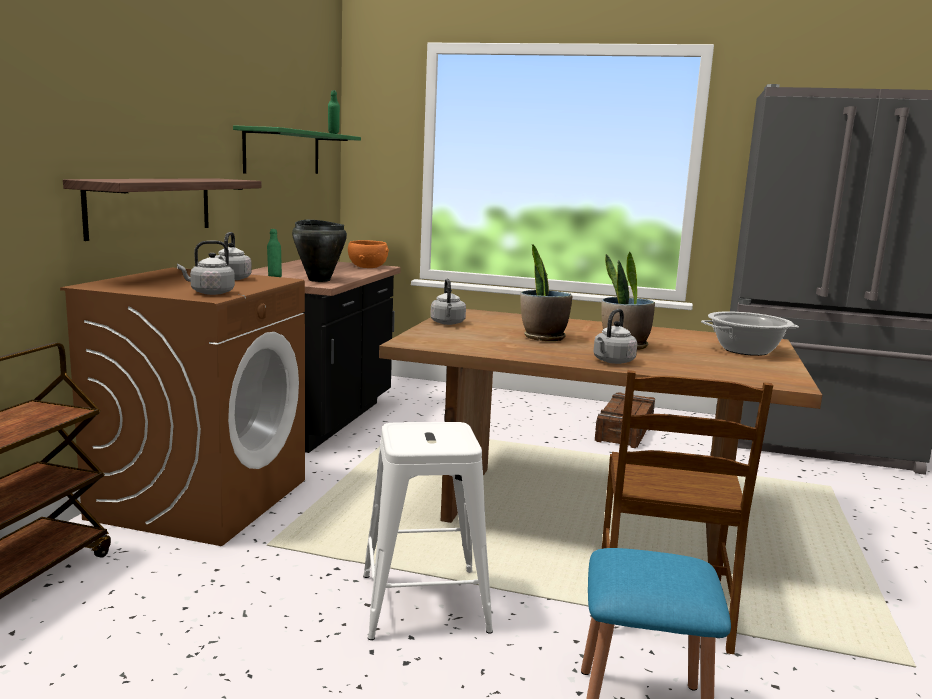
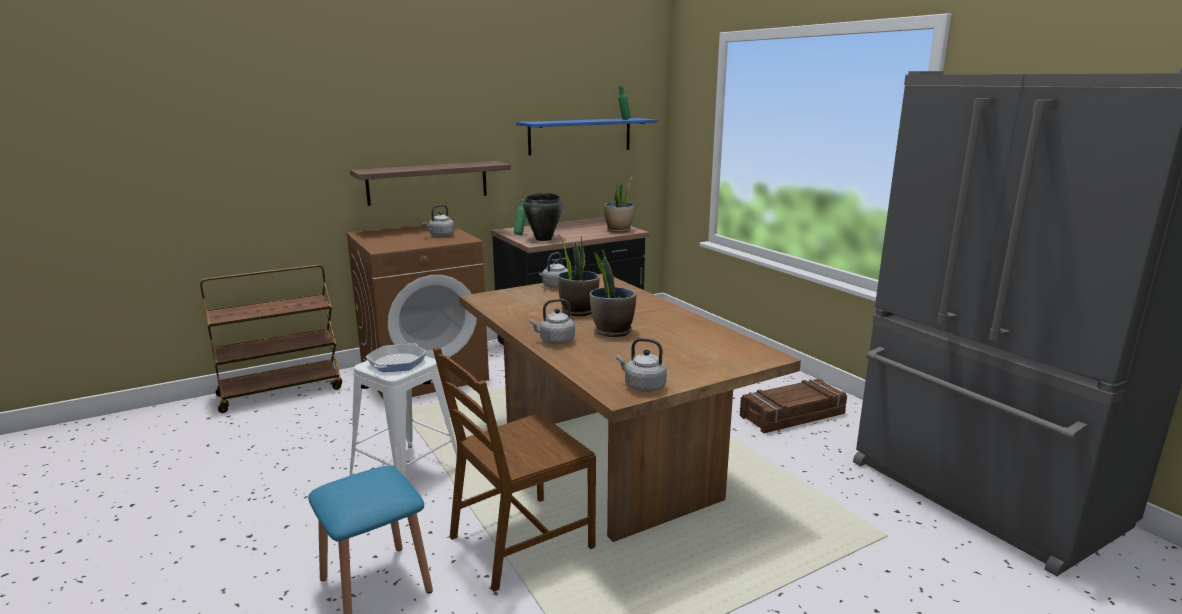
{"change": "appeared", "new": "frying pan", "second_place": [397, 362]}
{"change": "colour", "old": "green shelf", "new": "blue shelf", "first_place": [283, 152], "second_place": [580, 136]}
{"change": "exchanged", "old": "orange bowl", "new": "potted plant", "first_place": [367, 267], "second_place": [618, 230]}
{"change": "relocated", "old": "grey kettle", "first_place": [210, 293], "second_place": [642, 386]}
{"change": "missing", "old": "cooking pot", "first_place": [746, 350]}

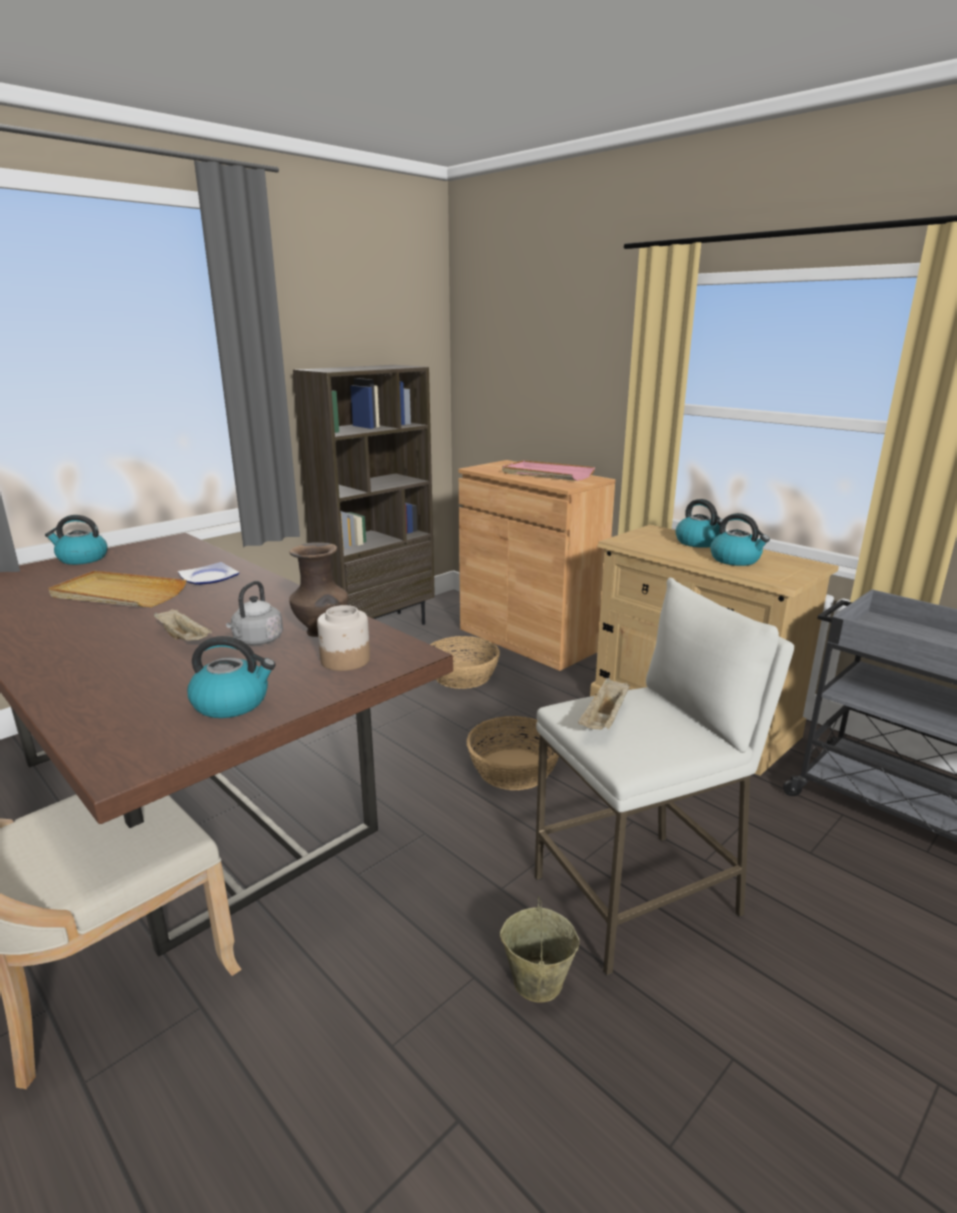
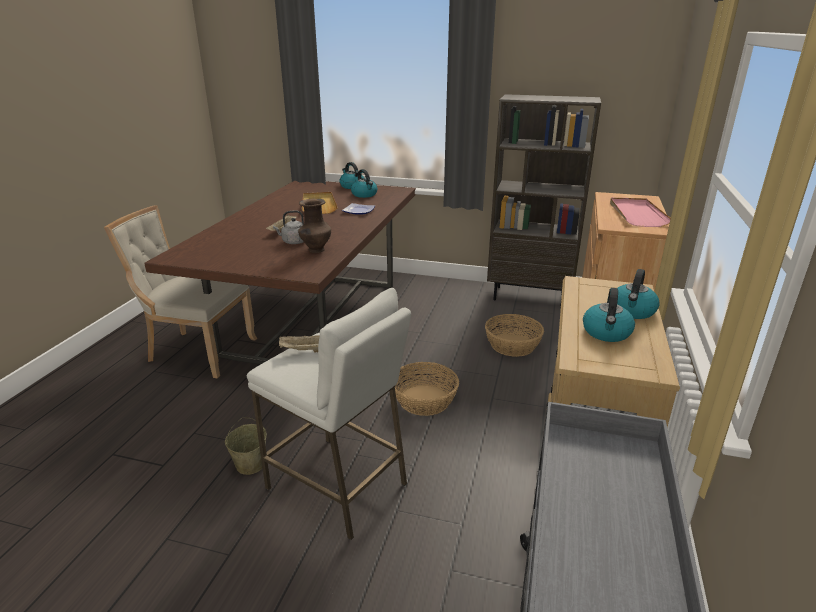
{"change": "relocated", "old": "kettle", "first_place": [232, 703], "second_place": [364, 195]}
{"change": "missing", "old": "jar", "first_place": [345, 660]}

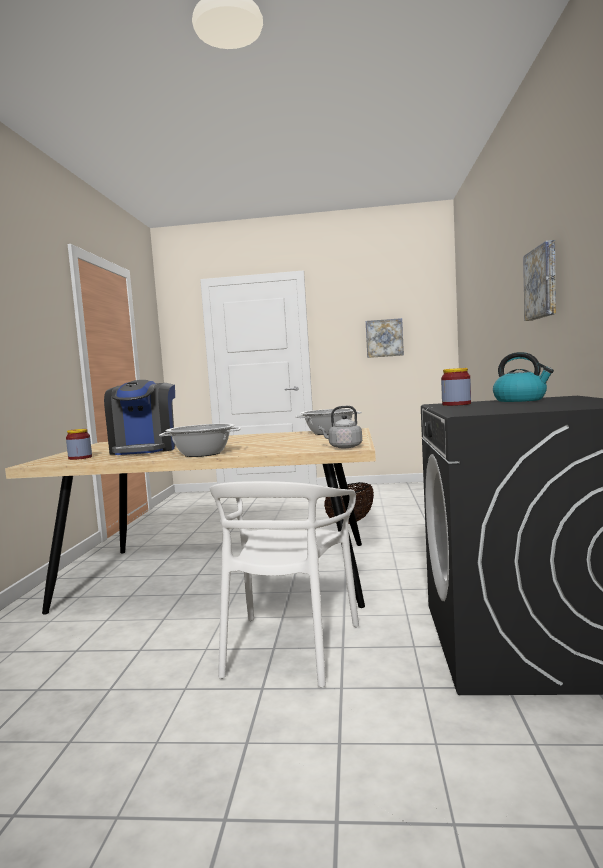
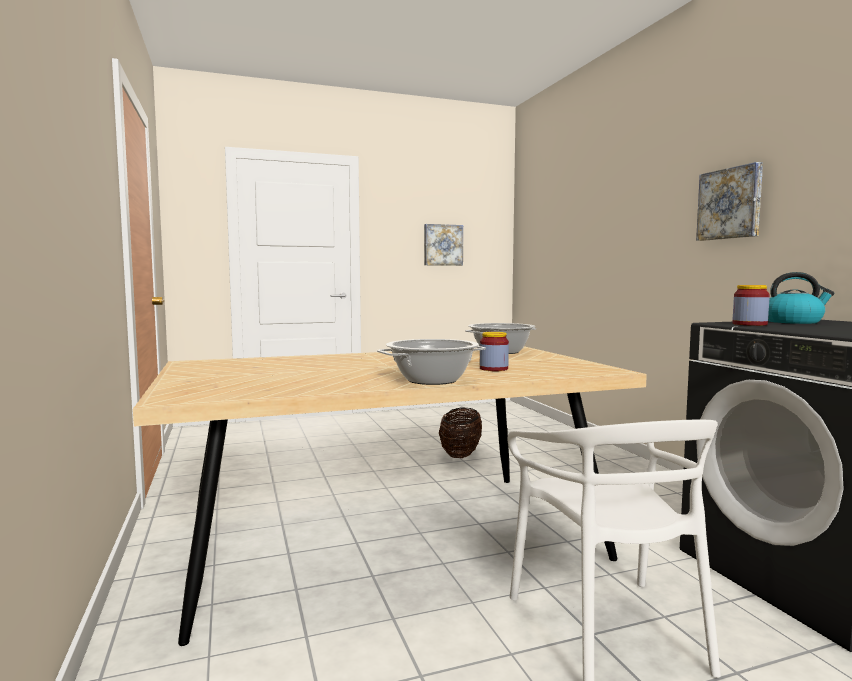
{"change": "relocated", "old": "jar", "first_place": [80, 458], "second_place": [493, 369]}
{"change": "missing", "old": "coffee machine", "first_place": [145, 450]}
{"change": "missing", "old": "grey kettle", "first_place": [343, 447]}

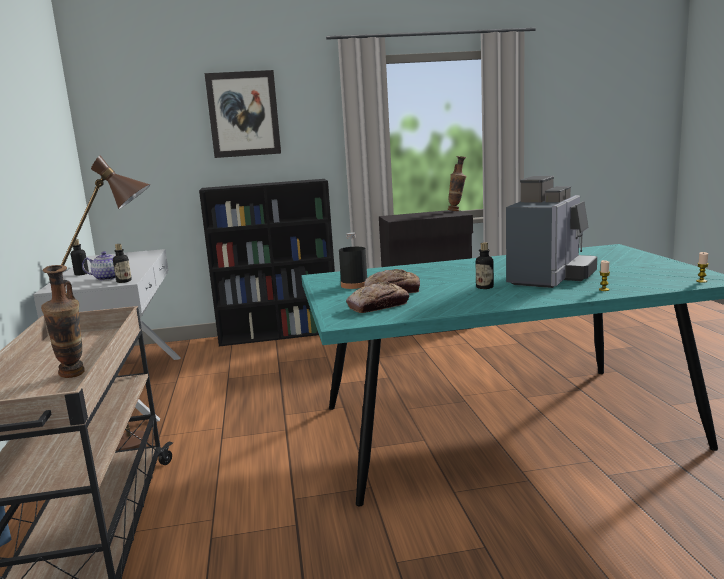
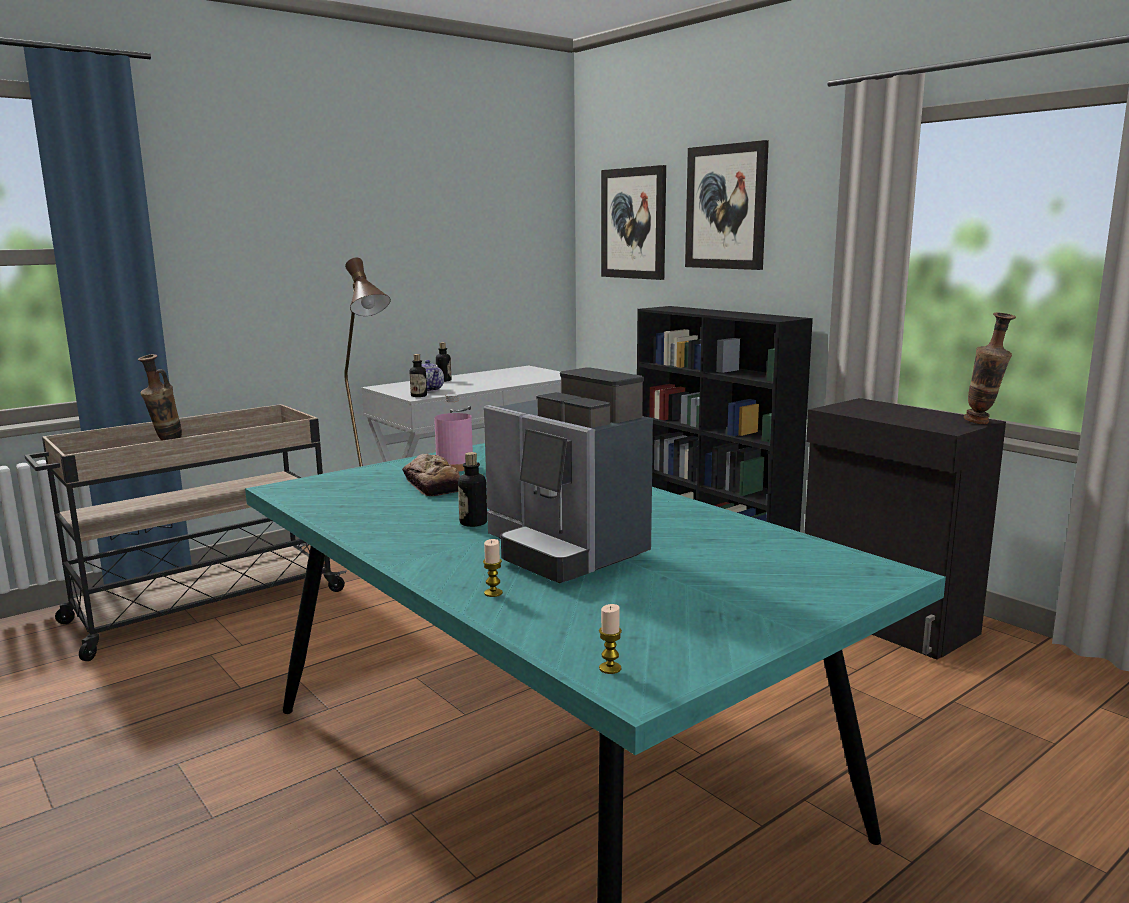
{"change": "colour", "old": "black bottle", "new": "pink bottle", "first_place": [354, 285], "second_place": [455, 466]}
{"change": "spun", "old": "coffee machine", "first_place": [550, 277], "second_place": [564, 551], "degrees": 45}
{"change": "appeared", "new": "picture", "second_place": [633, 223]}
{"change": "missing", "old": "bread", "first_place": [378, 306]}

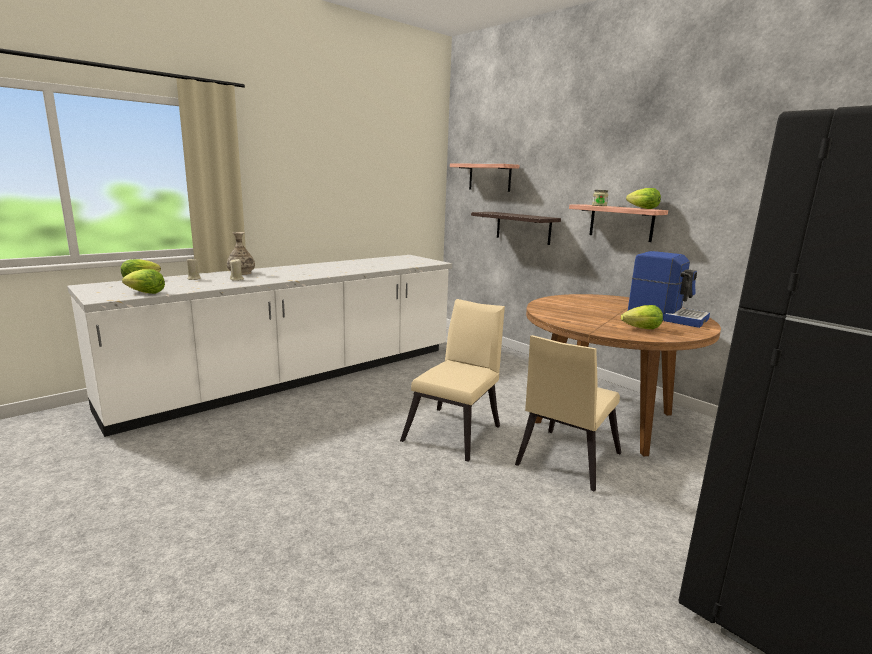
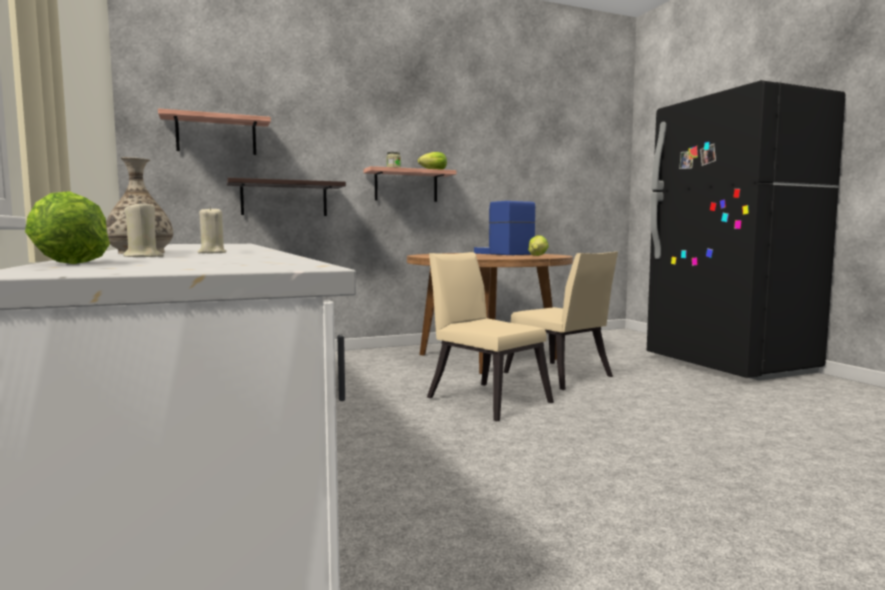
{"change": "spun", "old": "coffee machine", "first_place": [666, 316], "second_place": [503, 254], "degrees": -90}
{"change": "missing", "old": "lettuce", "first_place": [146, 293]}

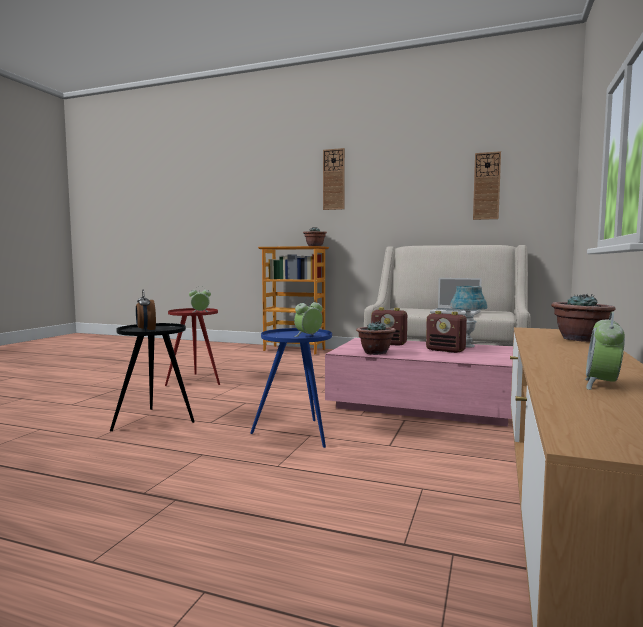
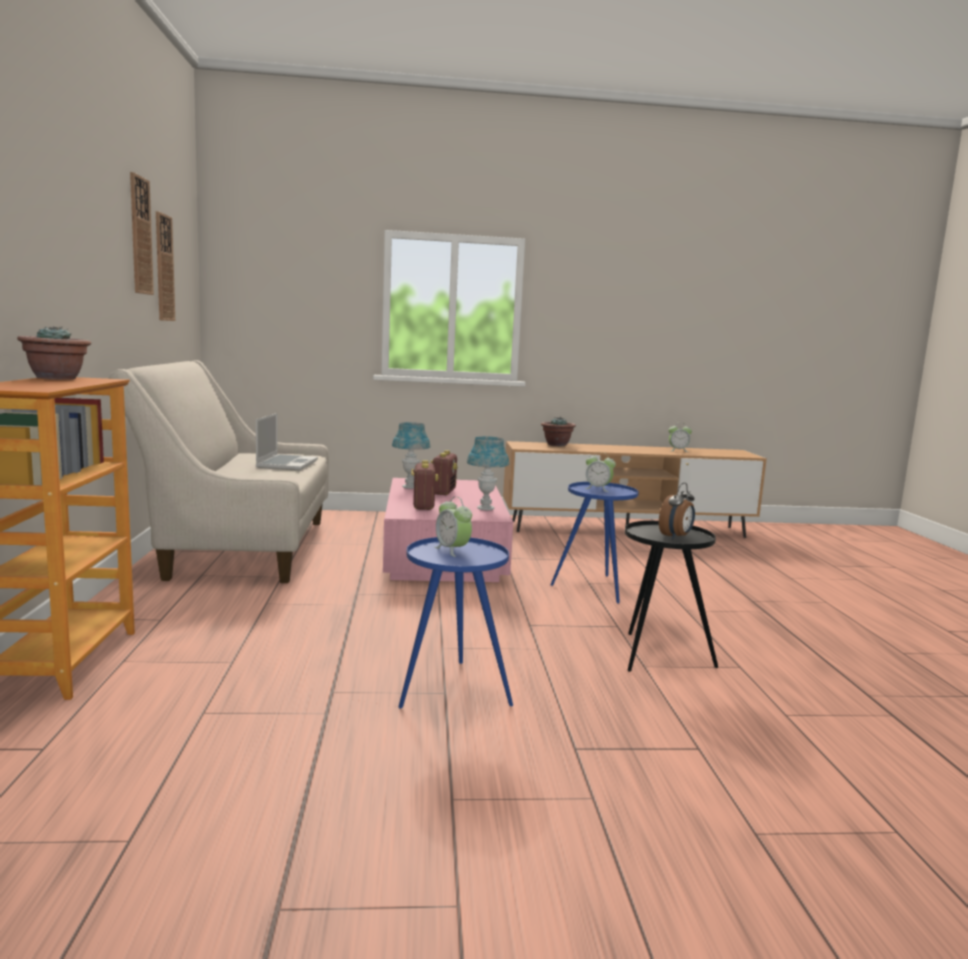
{"change": "relocated", "old": "wall clock", "first_place": [334, 179], "second_place": [140, 236]}
{"change": "colour", "old": "red side table", "new": "blue side table", "first_place": [195, 380], "second_place": [451, 691]}
{"change": "exchanged", "old": "potted plant", "new": "blue table lamp", "first_place": [375, 353], "second_place": [485, 508]}

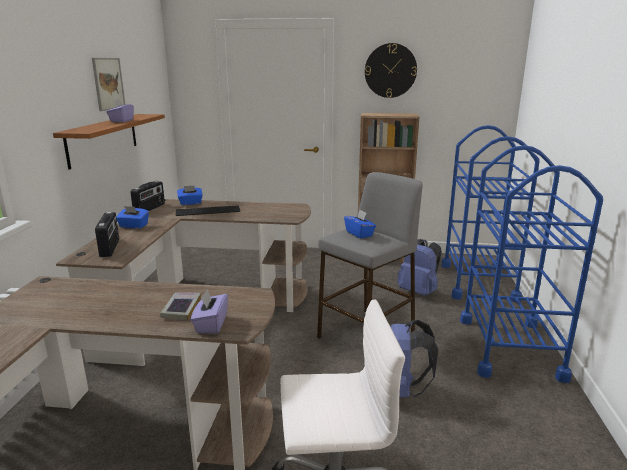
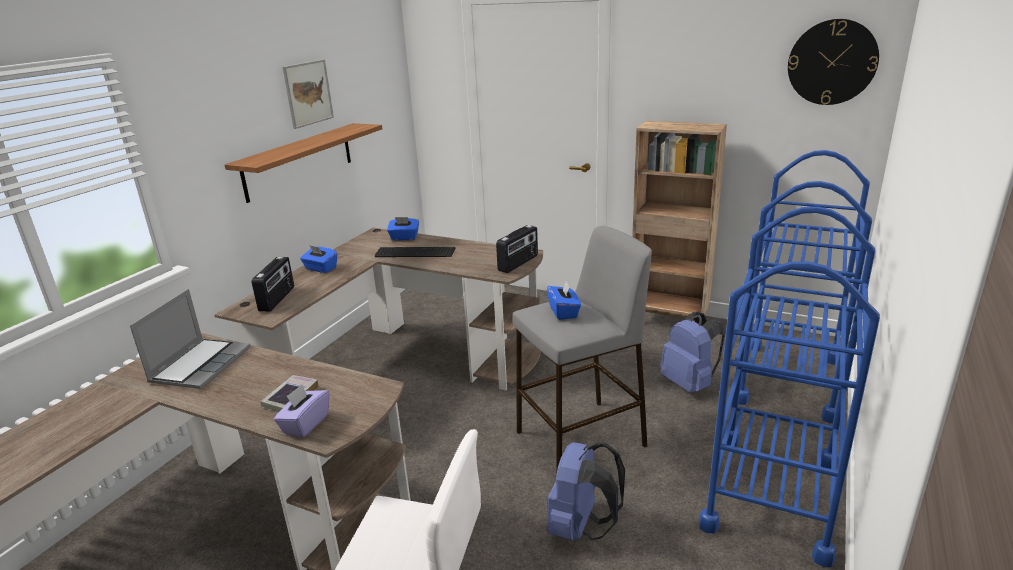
{"change": "appeared", "new": "laptop", "second_place": [200, 364]}
{"change": "relocated", "old": "radio", "first_place": [150, 209], "second_place": [518, 263]}
{"change": "relocated", "old": "wall clock", "first_place": [390, 70], "second_place": [832, 62]}
{"change": "missing", "old": "purple tissue box", "first_place": [121, 121]}

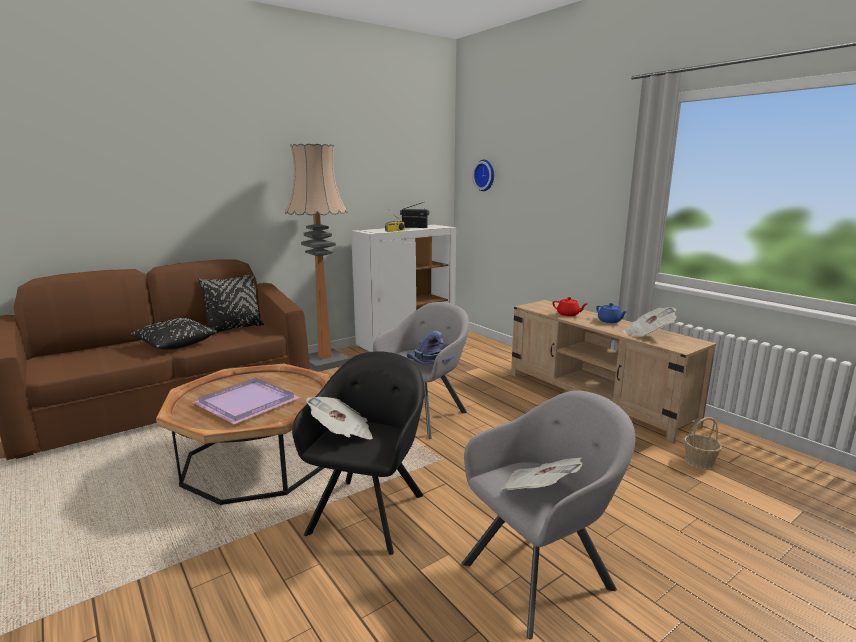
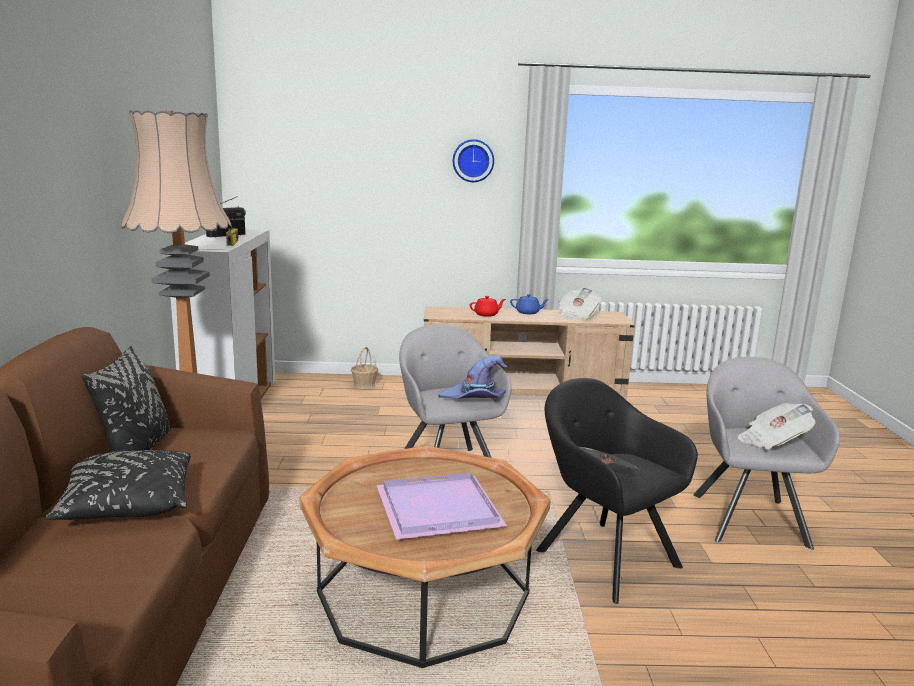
{"change": "relocated", "old": "basket", "first_place": [699, 462], "second_place": [364, 385]}
{"change": "relocated", "old": "wall clock", "first_place": [485, 175], "second_place": [473, 160]}

